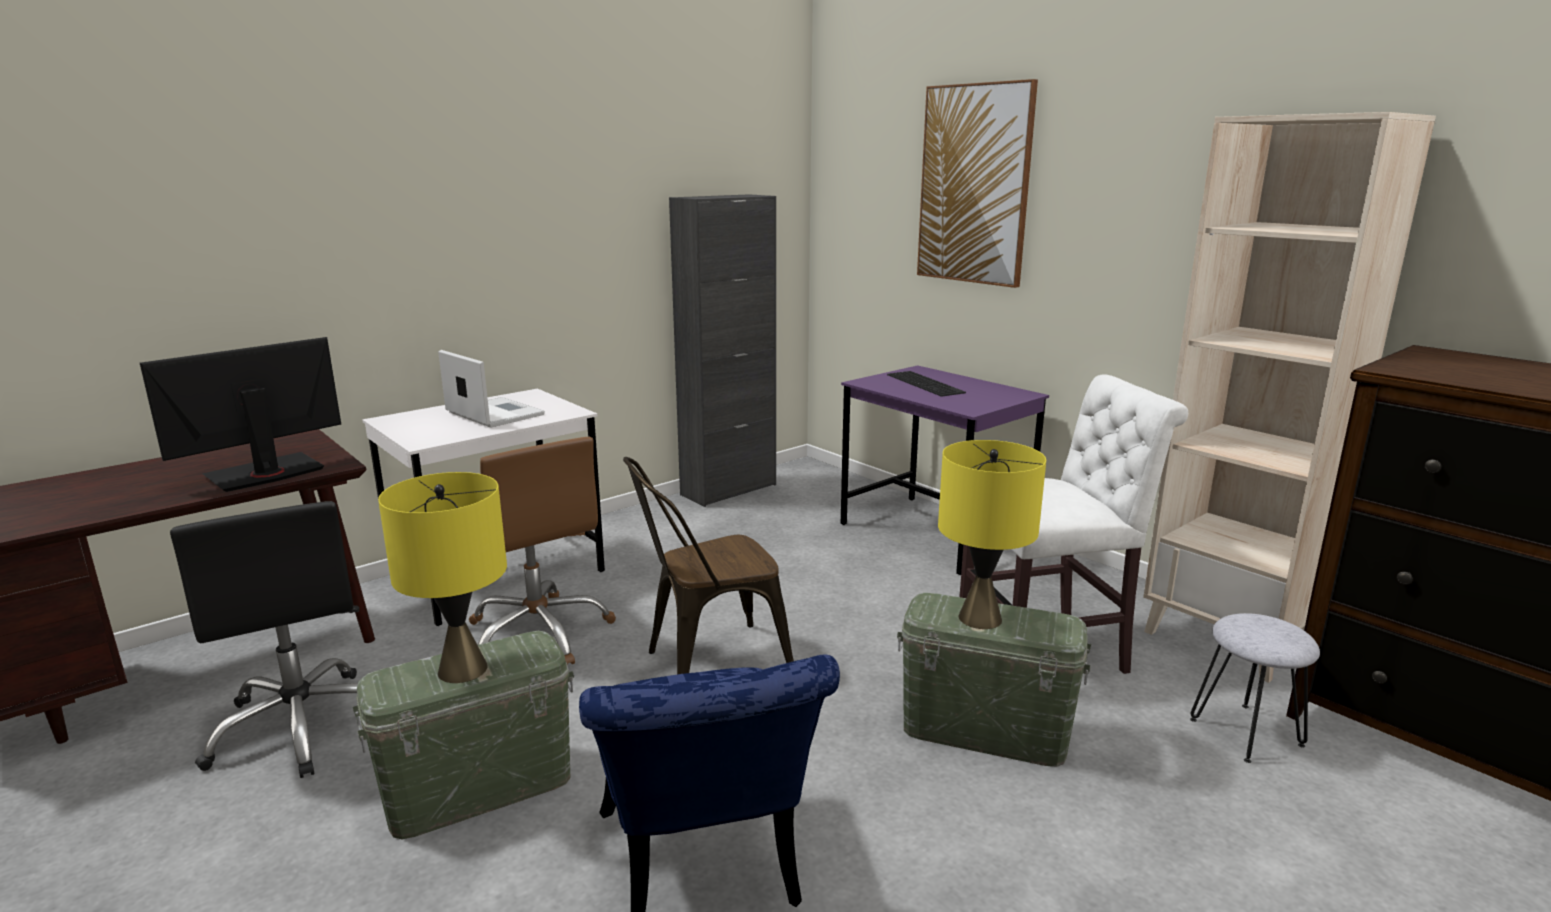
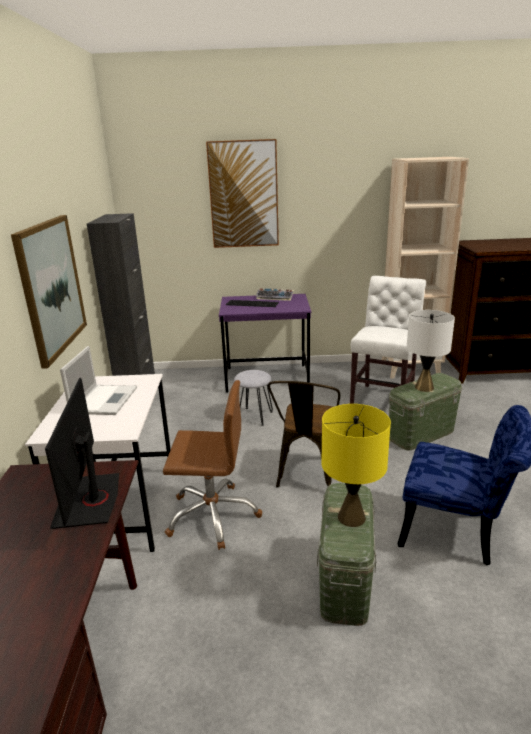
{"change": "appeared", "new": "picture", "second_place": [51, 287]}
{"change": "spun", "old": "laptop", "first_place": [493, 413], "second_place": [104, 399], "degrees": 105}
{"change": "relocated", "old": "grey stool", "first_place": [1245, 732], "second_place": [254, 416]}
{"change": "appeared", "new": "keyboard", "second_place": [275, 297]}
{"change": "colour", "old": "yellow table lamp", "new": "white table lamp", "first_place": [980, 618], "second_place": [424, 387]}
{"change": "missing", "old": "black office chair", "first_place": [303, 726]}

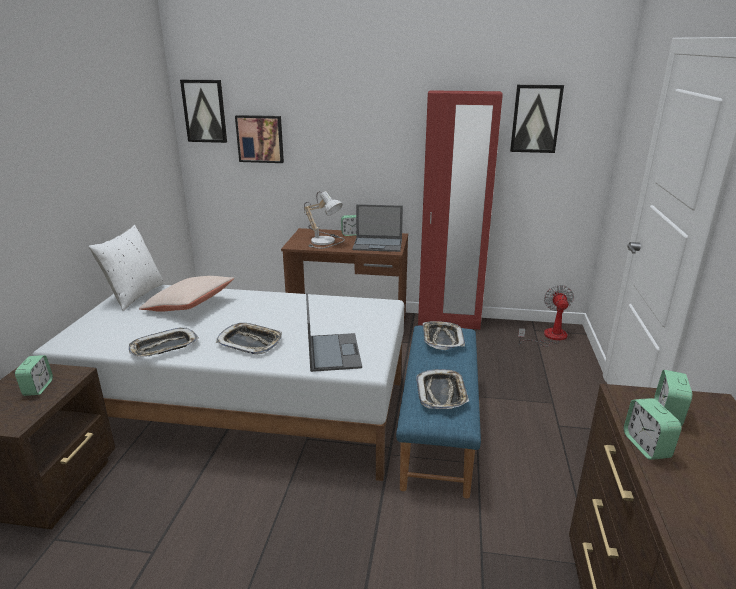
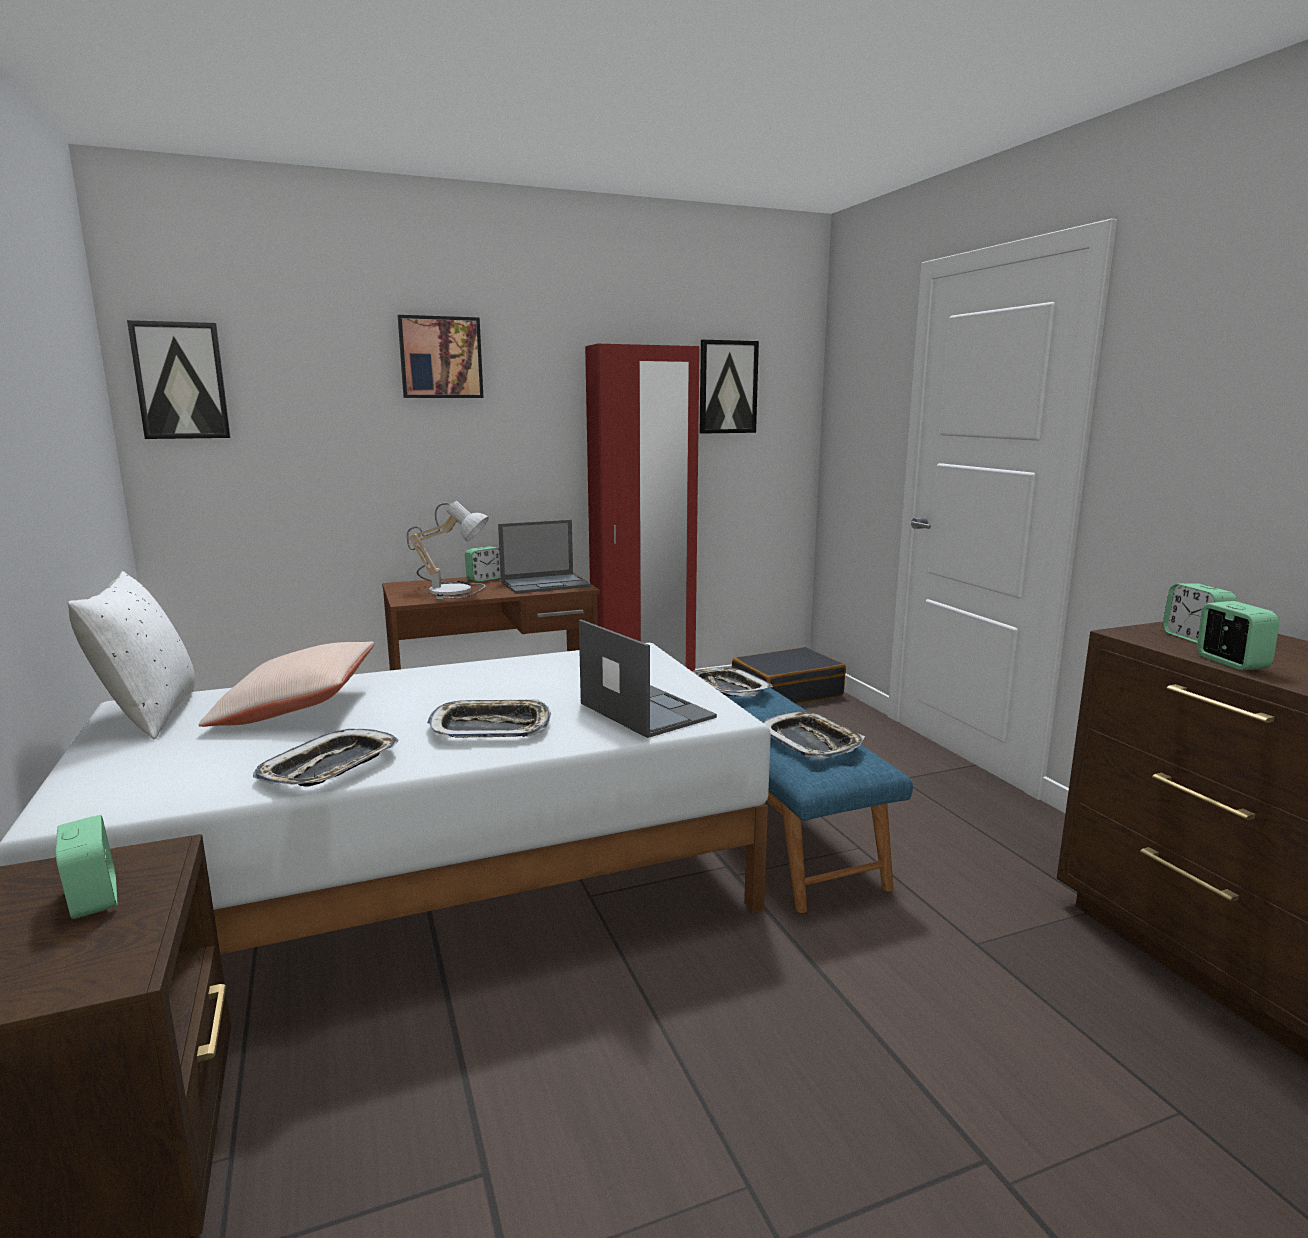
{"change": "relocated", "old": "picture", "first_place": [260, 138], "second_place": [440, 357]}
{"change": "exchanged", "old": "fan", "new": "black suitcase", "first_place": [549, 337], "second_place": [786, 692]}
{"change": "spun", "old": "alarm clock", "first_place": [646, 446], "second_place": [1231, 663], "degrees": -150}

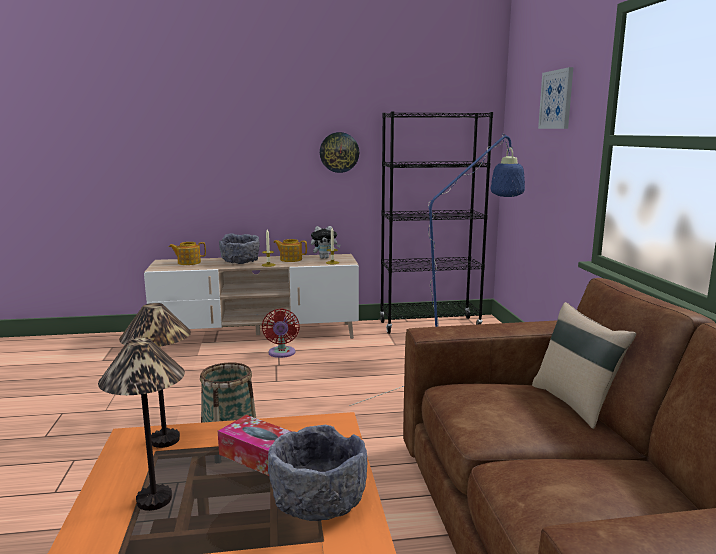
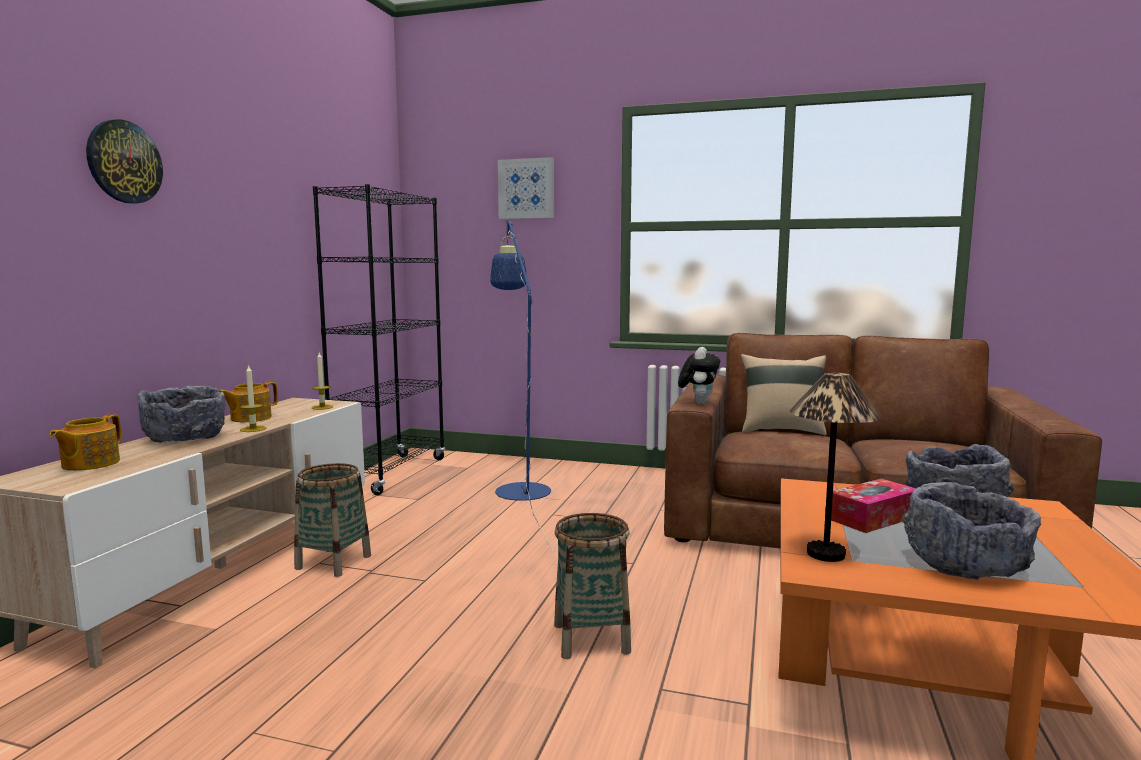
{"change": "relocated", "old": "wall clock", "first_place": [339, 152], "second_place": [124, 162]}
{"change": "exchanged", "old": "red fan", "new": "basket", "first_place": [281, 353], "second_place": [333, 562]}
{"change": "relocated", "old": "plush toy", "first_place": [325, 258], "second_place": [698, 402]}
{"change": "exchanged", "old": "table lamp", "new": "grey bowl", "first_place": [155, 499], "second_place": [965, 565]}

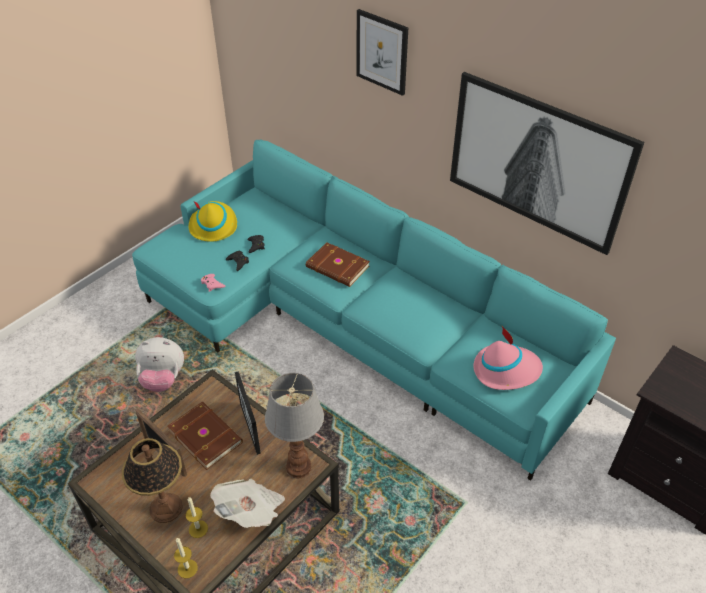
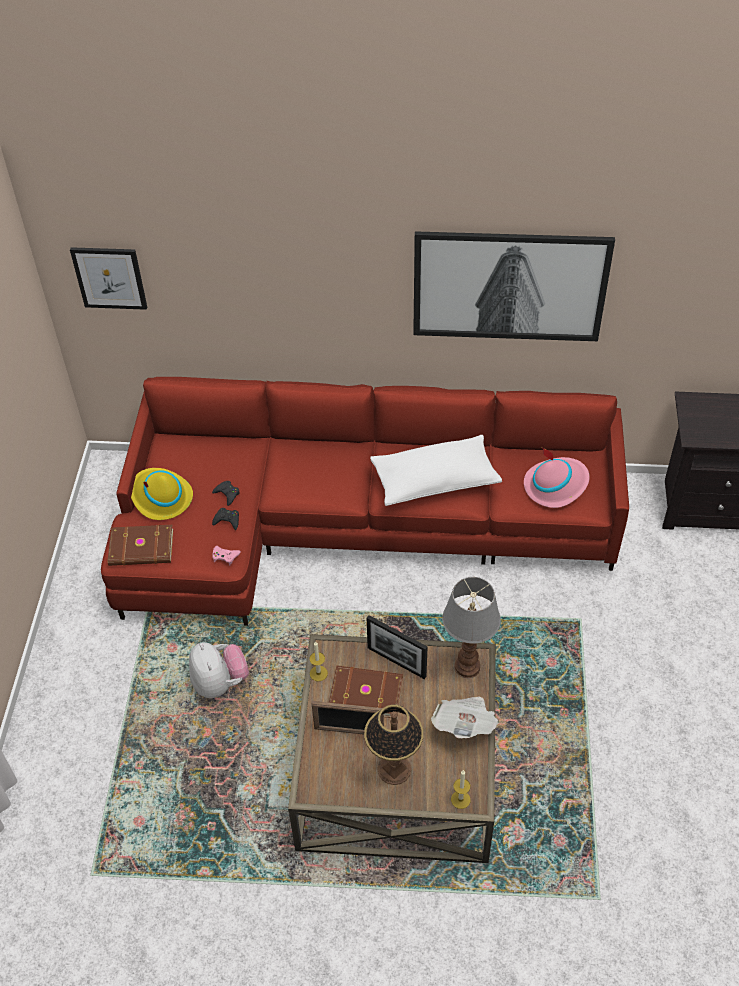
{"change": "relocated", "old": "picture", "first_place": [382, 52], "second_place": [109, 277]}
{"change": "colour", "old": "turquoise sofa", "new": "red sofa", "first_place": [351, 326], "second_place": [349, 525]}
{"change": "relocated", "old": "brown book", "first_place": [337, 267], "second_place": [141, 549]}
{"change": "spun", "old": "plush toy", "first_place": [163, 379], "second_place": [220, 682], "degrees": -75}
{"change": "relocated", "old": "candle", "first_place": [198, 529], "second_place": [318, 673]}
{"change": "appeared", "new": "white pillow", "second_place": [435, 481]}

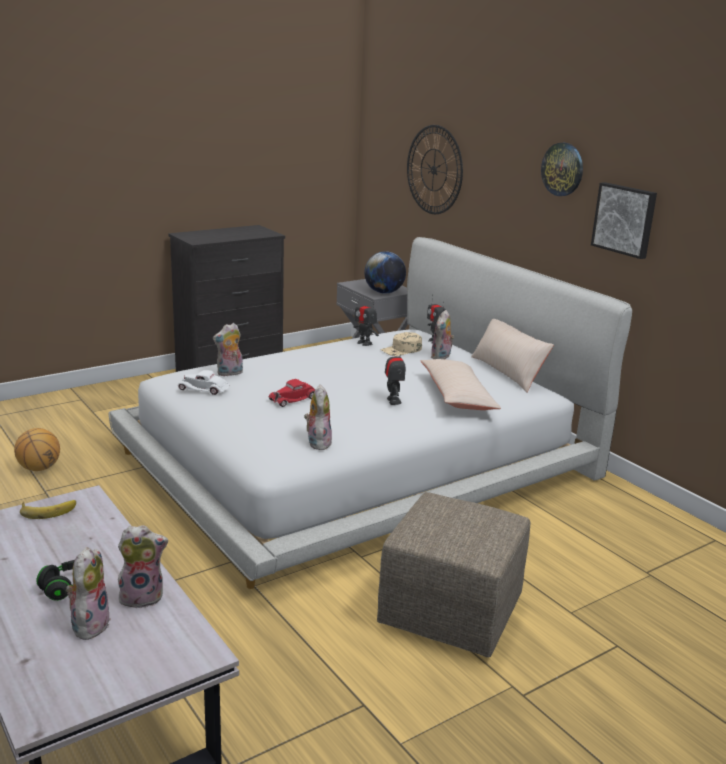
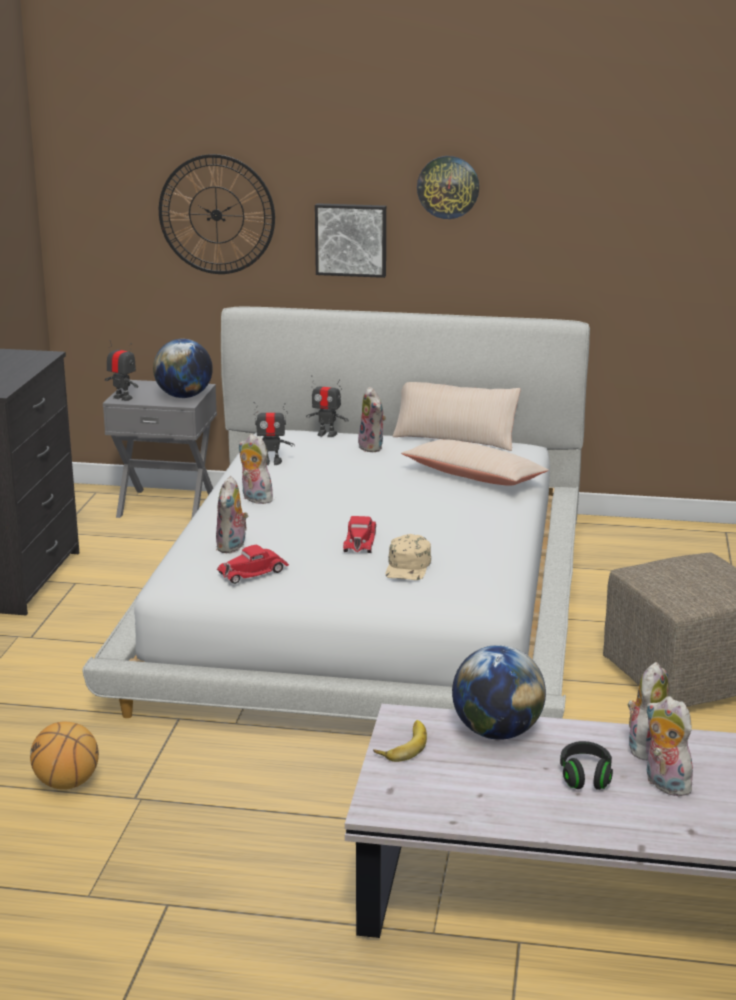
{"change": "relocated", "old": "toy robot", "first_place": [393, 401], "second_place": [123, 398]}
{"change": "colour", "old": "white toy car", "new": "red toy car", "first_place": [204, 389], "second_place": [253, 572]}
{"change": "relocated", "old": "plush toy", "first_place": [317, 442], "second_place": [254, 499]}
{"change": "relocated", "old": "picture", "first_place": [625, 219], "second_place": [351, 239]}
{"change": "relocated", "old": "beige cap", "first_place": [401, 350], "second_place": [408, 567]}
{"change": "appeared", "new": "globe", "second_place": [497, 732]}

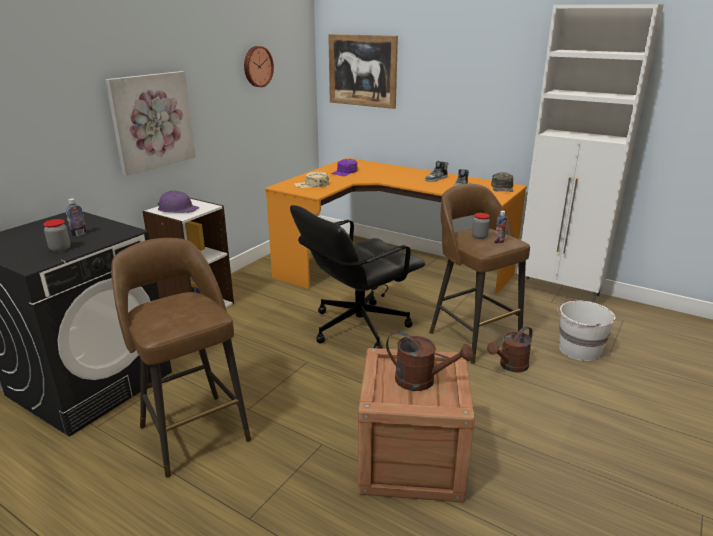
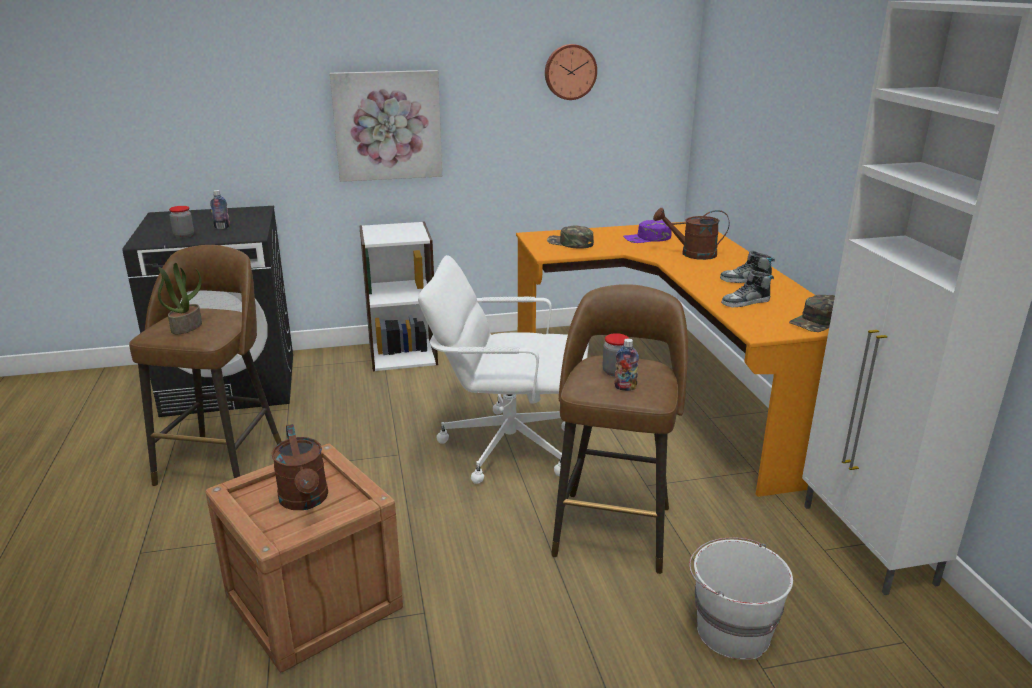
{"change": "appeared", "new": "potted plant", "second_place": [186, 327]}
{"change": "colour", "old": "black office chair", "new": "white office chair", "first_place": [358, 326], "second_place": [507, 446]}
{"change": "colour", "old": "beige cap", "new": "green cap", "first_place": [312, 185], "second_place": [570, 243]}
{"change": "relocated", "old": "brown watering can", "first_place": [510, 366], "second_place": [692, 254]}
{"change": "missing", "old": "purple hard hat", "first_place": [177, 209]}
{"change": "missing", "old": "picture", "first_place": [362, 70]}

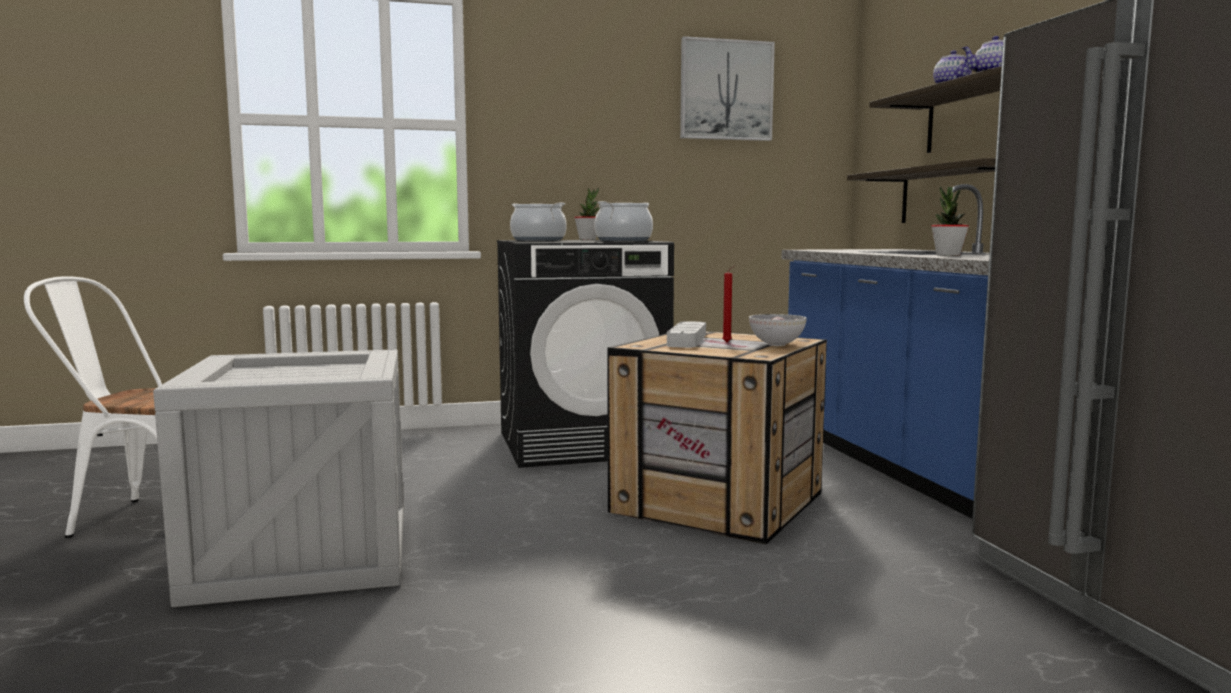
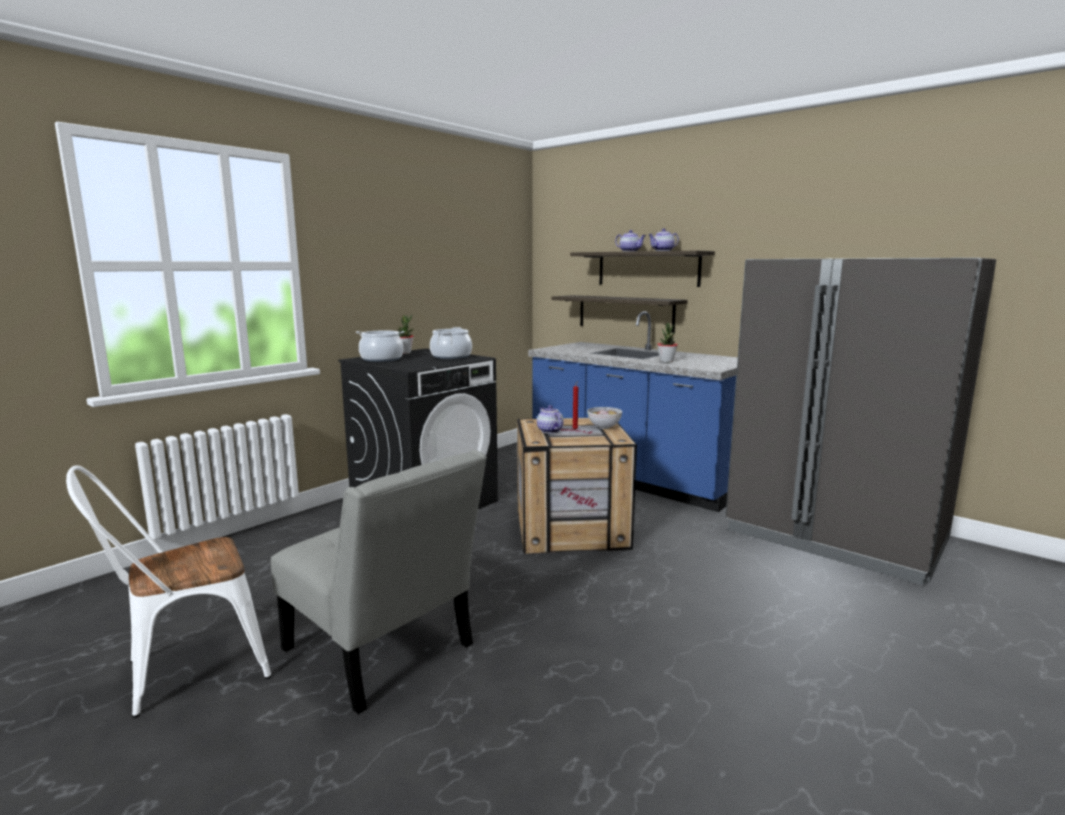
{"change": "exchanged", "old": "crate", "new": "grey chair", "first_place": [303, 555], "second_place": [383, 652]}
{"change": "exchanged", "old": "grey tray", "new": "teapot", "first_place": [687, 340], "second_place": [549, 431]}
{"change": "missing", "old": "picture", "first_place": [726, 90]}

